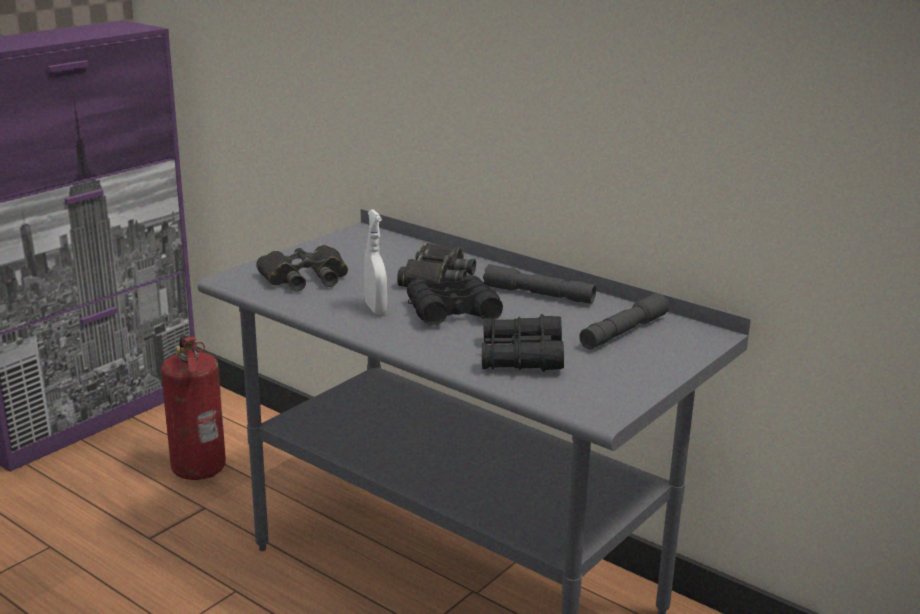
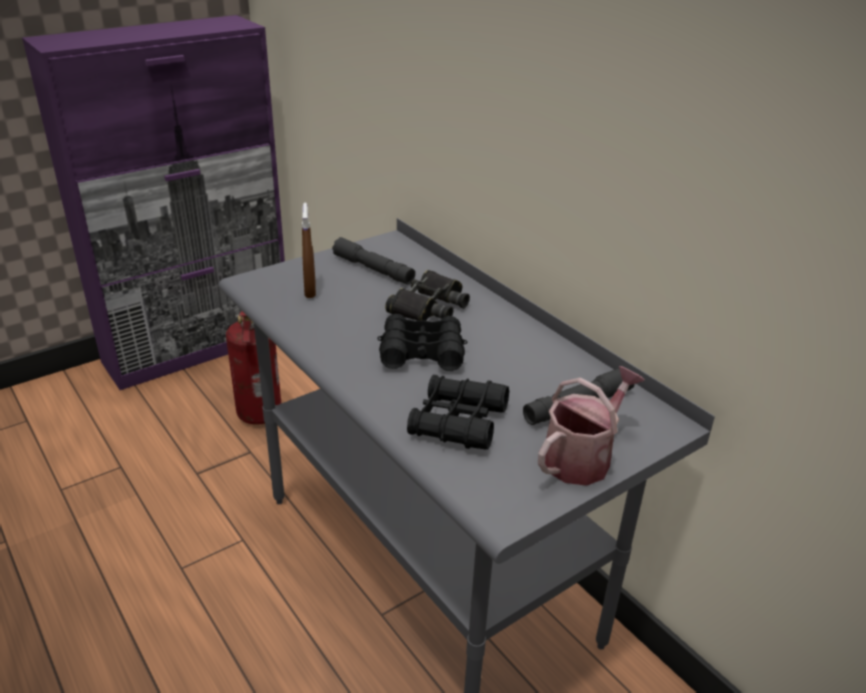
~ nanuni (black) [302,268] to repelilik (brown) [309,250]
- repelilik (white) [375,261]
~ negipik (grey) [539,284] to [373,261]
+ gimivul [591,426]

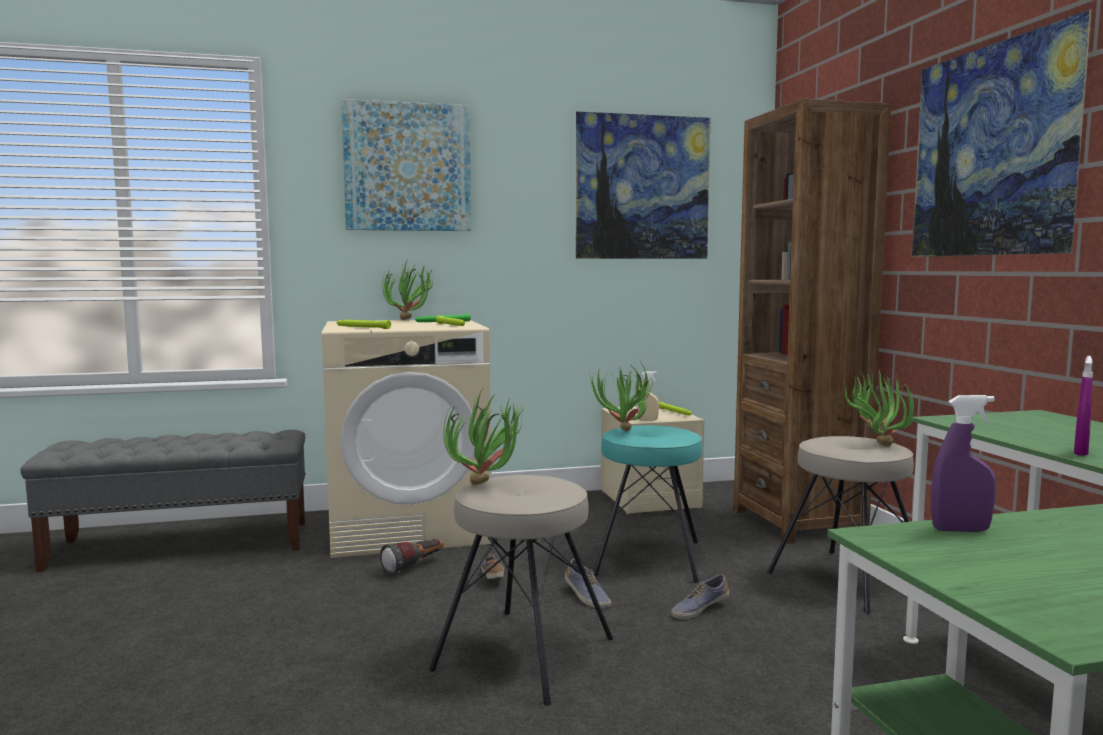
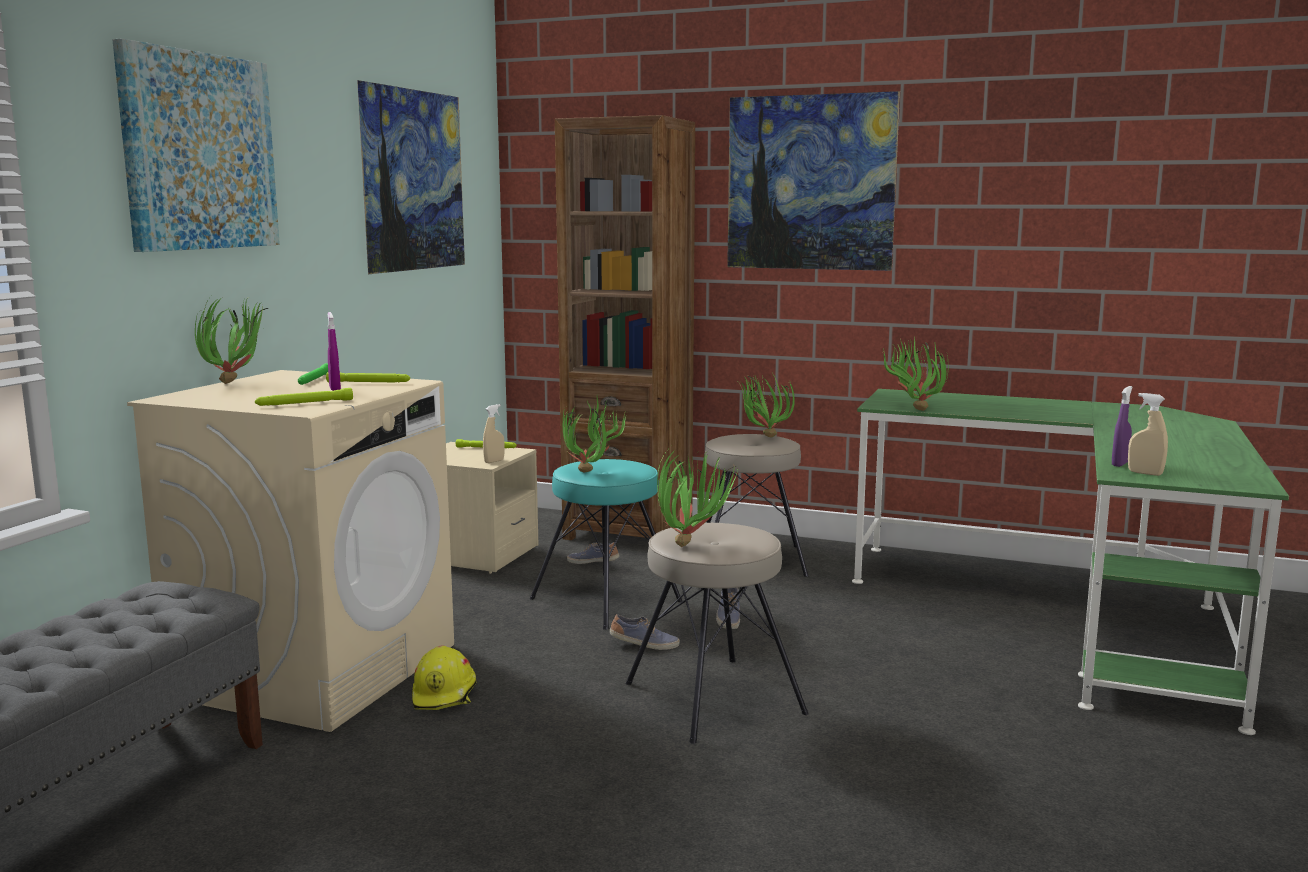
~ negipik [412,557] to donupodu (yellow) [444,678]
~ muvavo [492,566] to [593,553]
~ repelilik (purple) [1083,406] to [334,351]
+ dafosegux [915,374]
+ repelilik (beige) [1148,434]

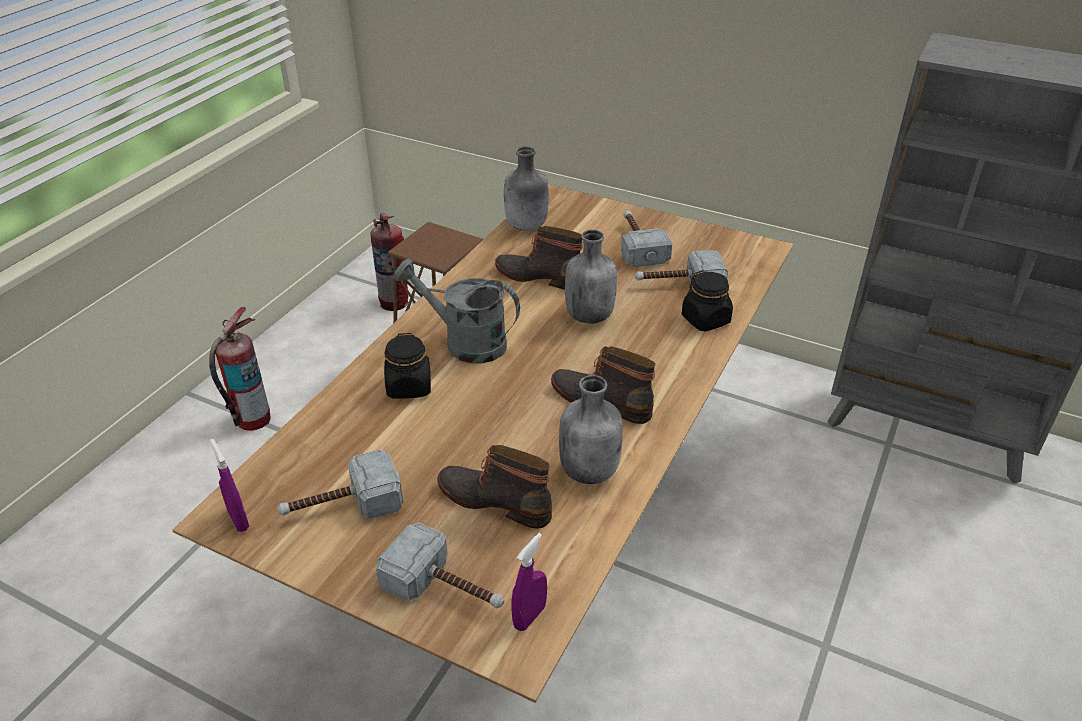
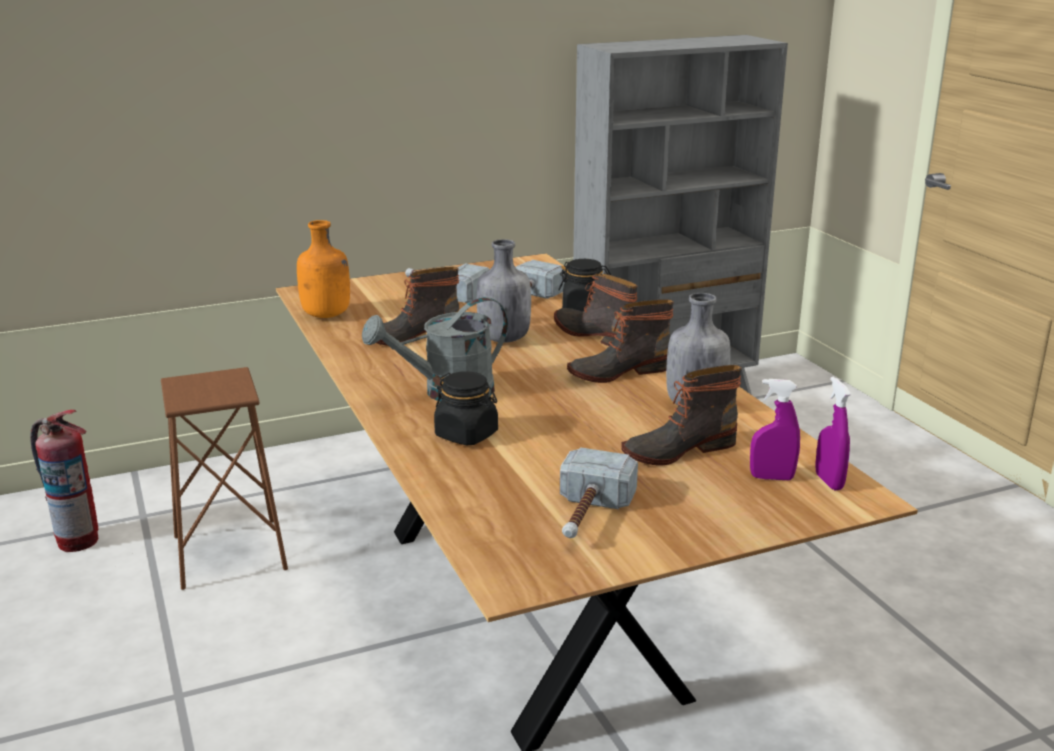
- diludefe [240,369]
~ repelilik (purple) [229,485] to [775,429]
- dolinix [440,565]
~ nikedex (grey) [526,188] to nikedex (orange) [323,269]
+ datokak [595,309]

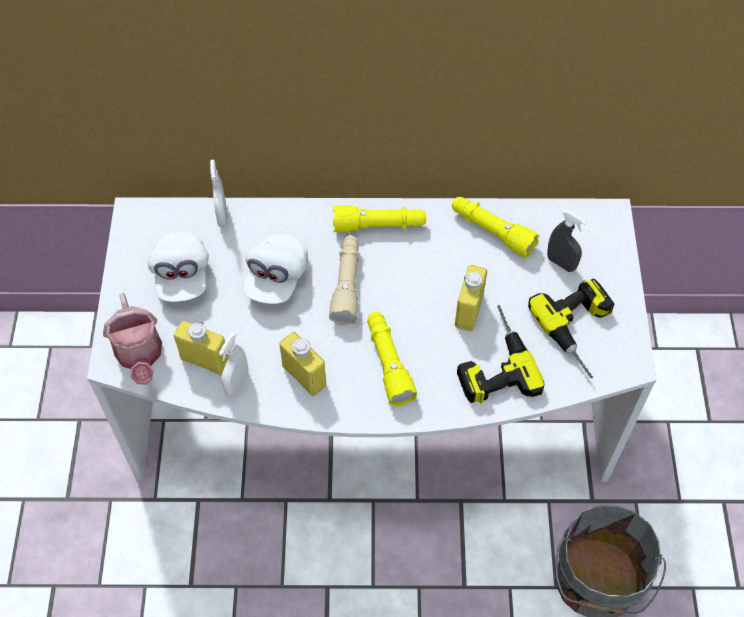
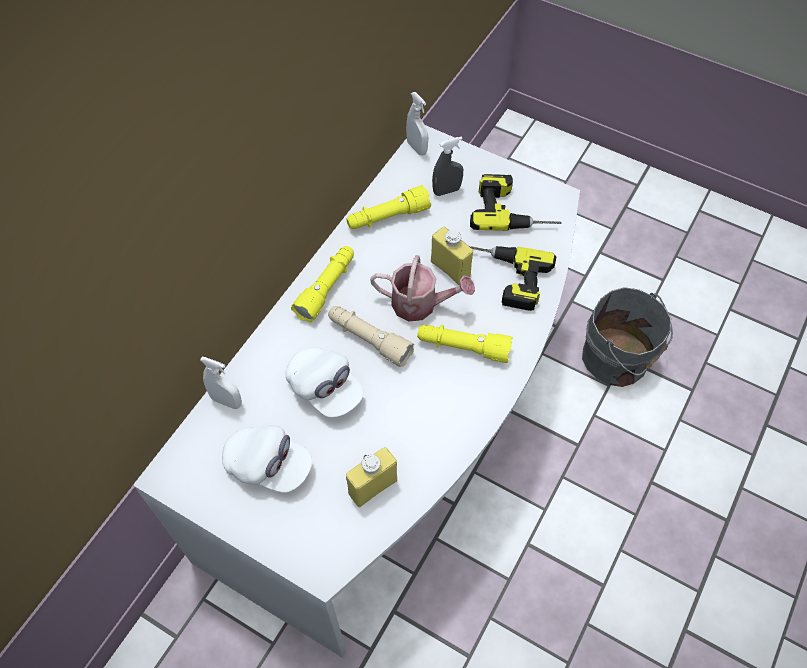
~ gimivul [132,339] to [422,288]
~ repelilik (white) [234,365] to [417,123]
- nikedex (yellow) [302,364]

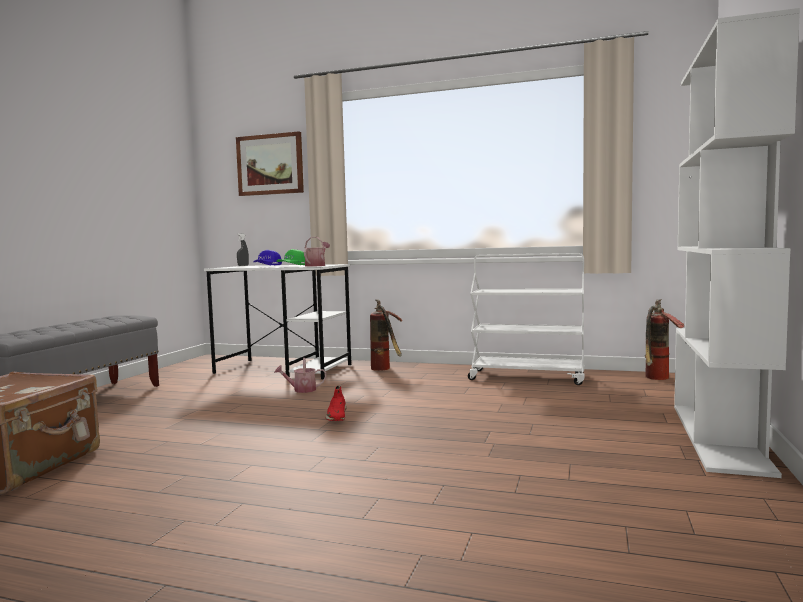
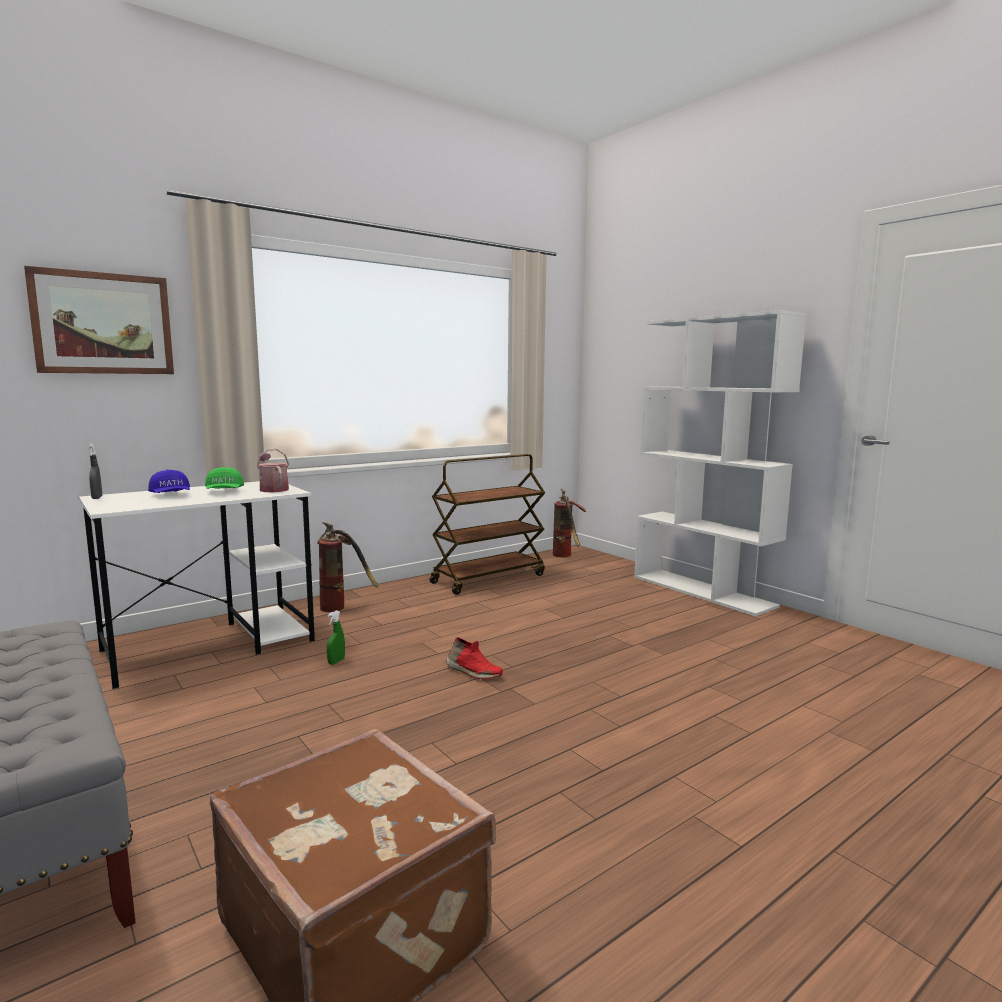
~ gimivul [300,375] to repelilik (green) [336,637]
~ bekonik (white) [526,319] to bekonik (brown) [487,524]

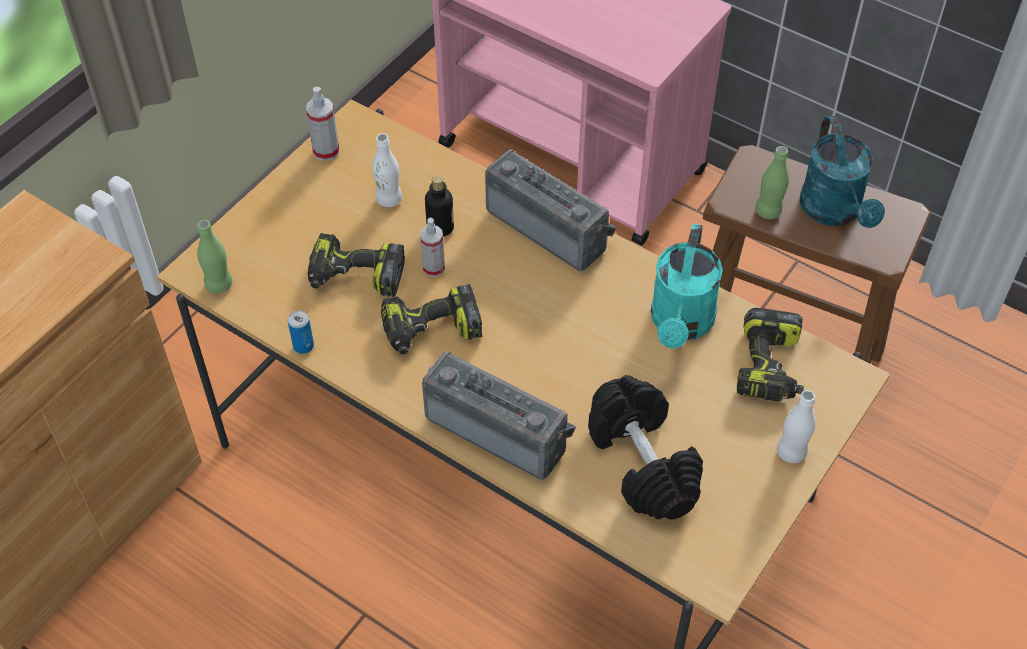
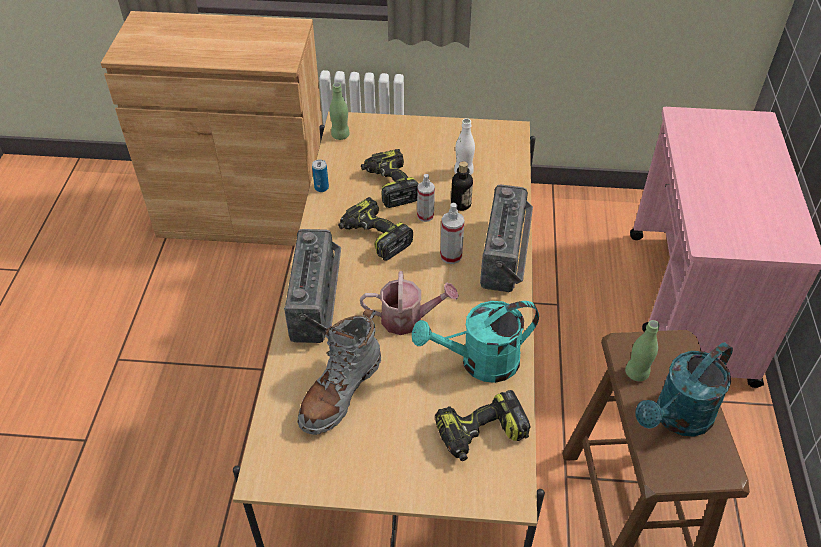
~ repelilik [322,124] to [452,233]
~ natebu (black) [645,447] to datokak (grey) [339,372]
- nikedex (white) [796,426]
+ gimivul [409,303]

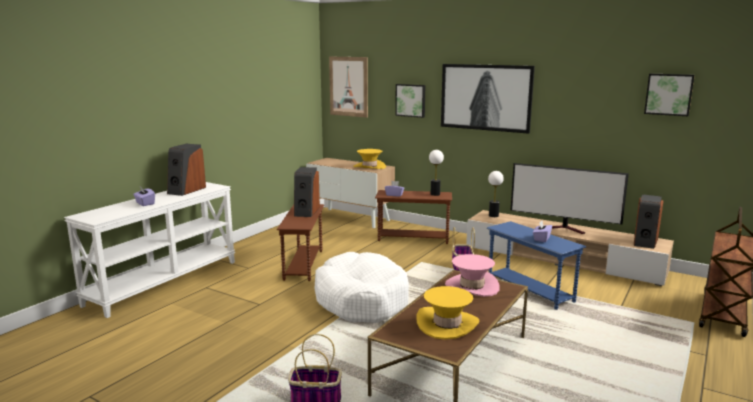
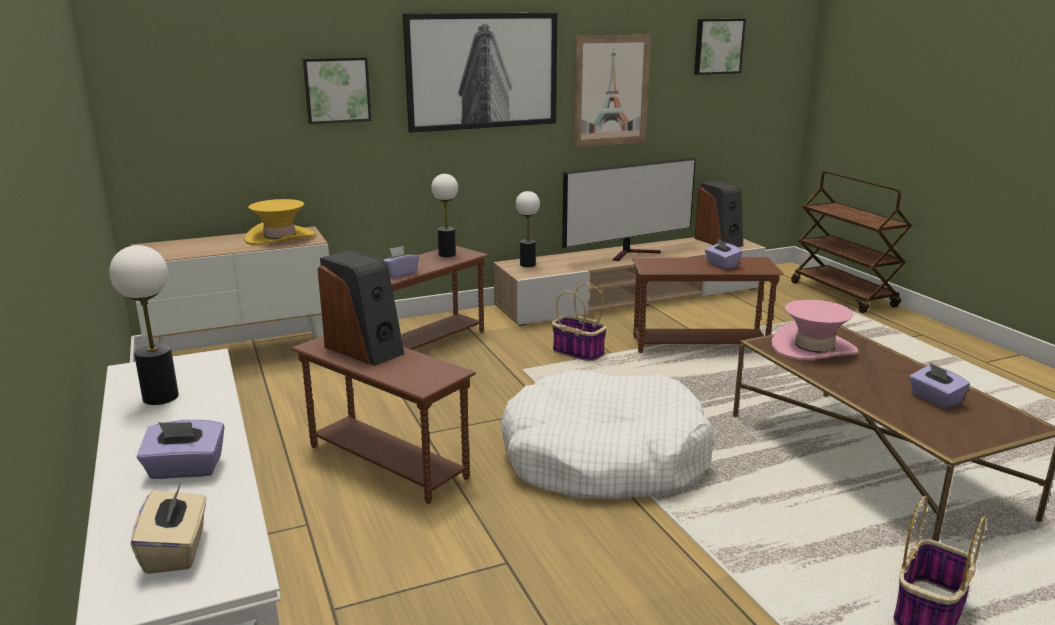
~ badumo [186,170] to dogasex [144,325]
~ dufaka [348,87] to [612,91]
~ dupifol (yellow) [447,313] to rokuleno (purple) [939,386]
~ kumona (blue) [536,265] to kumona (brown) [707,305]
+ rokuleno (beige) [168,528]

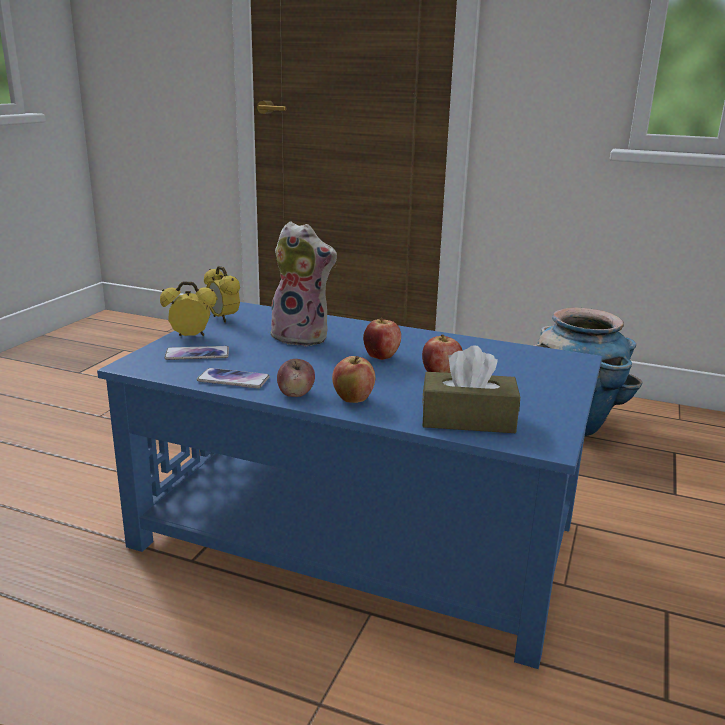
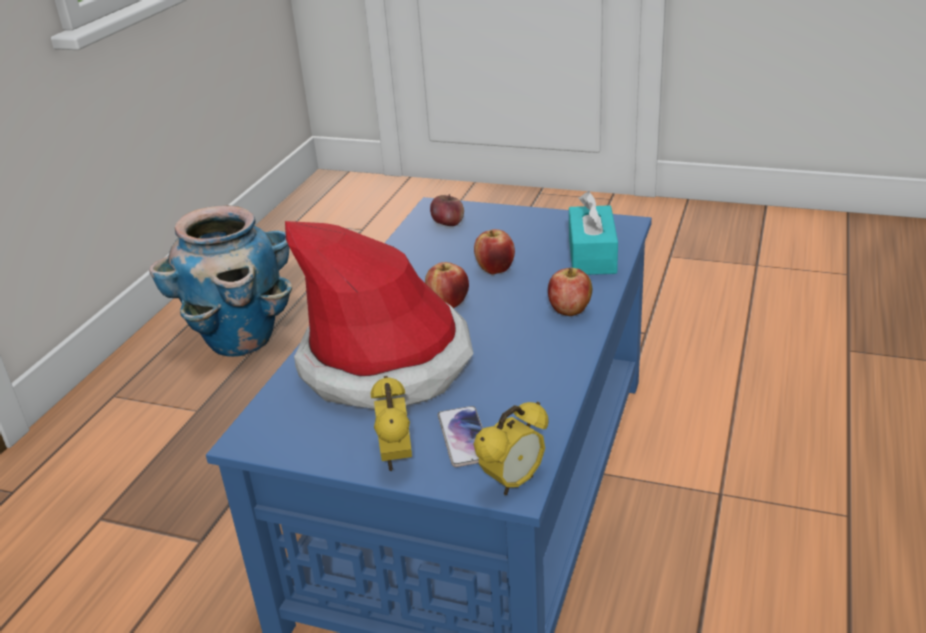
- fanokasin [233,378]
~ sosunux [222,294] to [511,448]
~ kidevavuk [301,283] to dupifol [379,315]
~ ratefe [296,378] to [447,210]
~ rokuleno (brown) [471,389] to rokuleno (turquoise) [593,233]

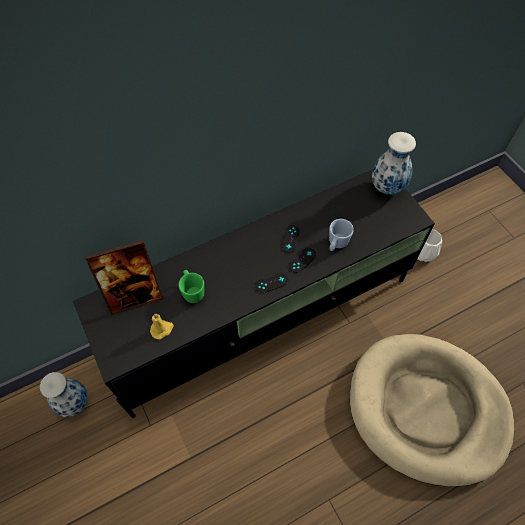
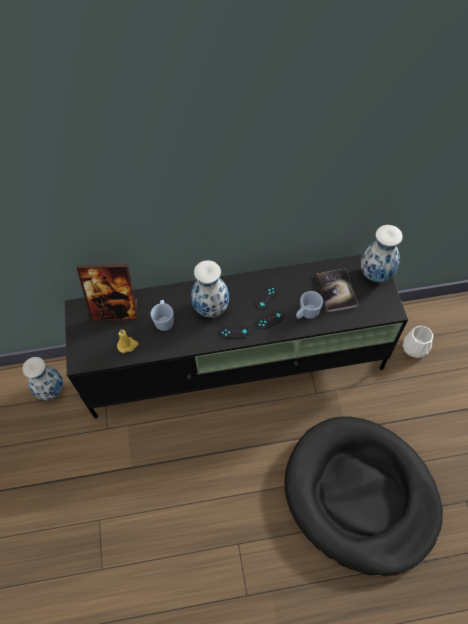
~ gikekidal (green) [191,286] to gikekidal (blue) [162,315]
~ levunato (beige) [432,410] to levunato (black) [364,496]
+ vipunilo [210,289]
+ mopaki [337,290]

